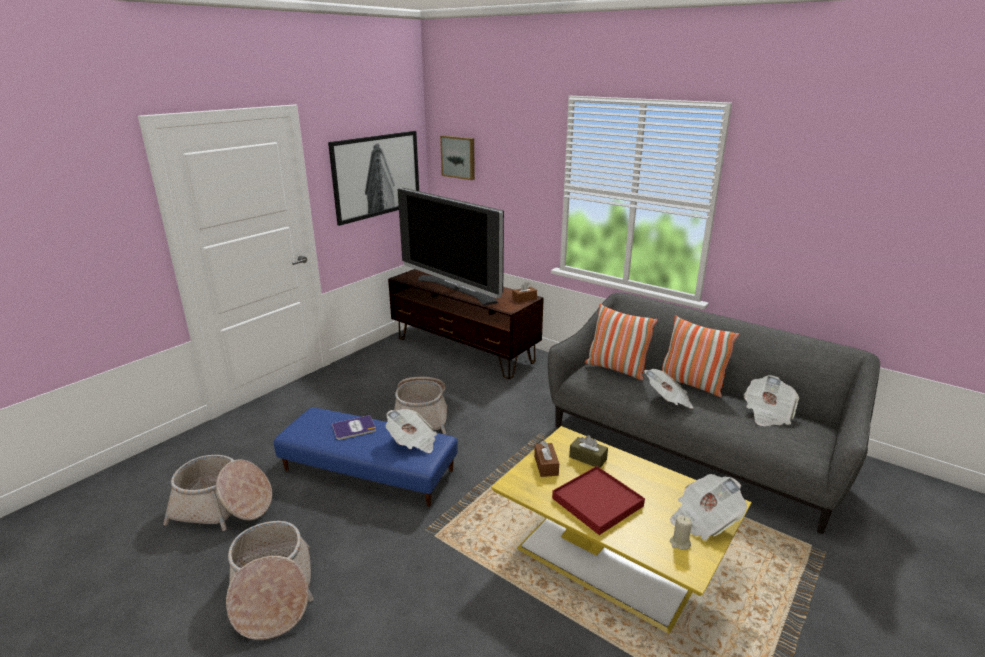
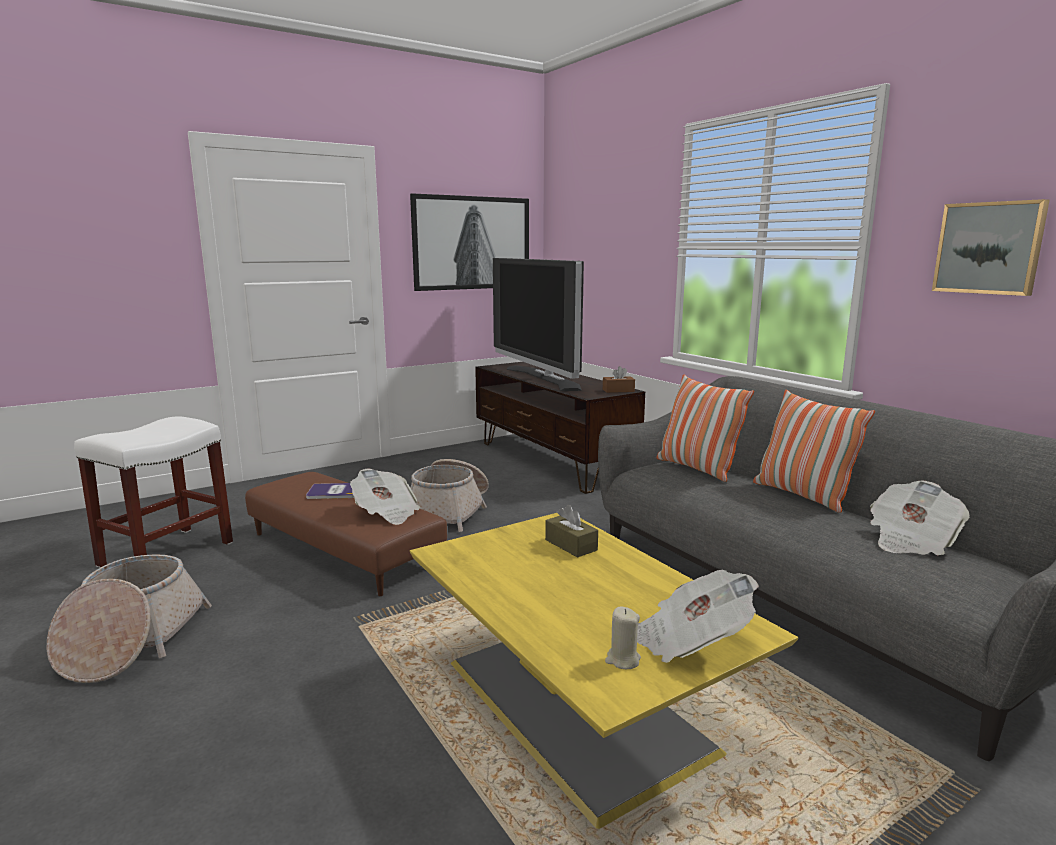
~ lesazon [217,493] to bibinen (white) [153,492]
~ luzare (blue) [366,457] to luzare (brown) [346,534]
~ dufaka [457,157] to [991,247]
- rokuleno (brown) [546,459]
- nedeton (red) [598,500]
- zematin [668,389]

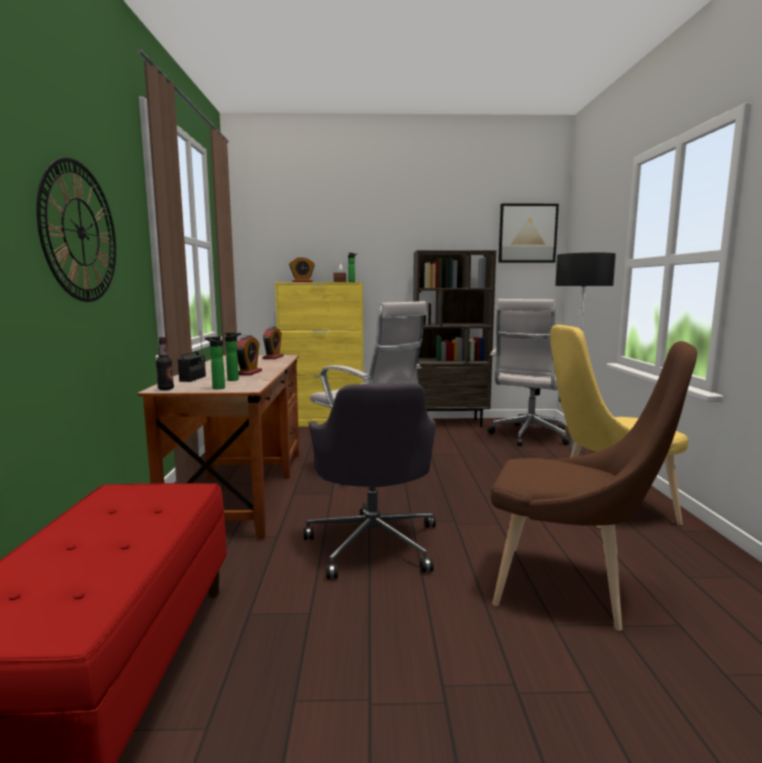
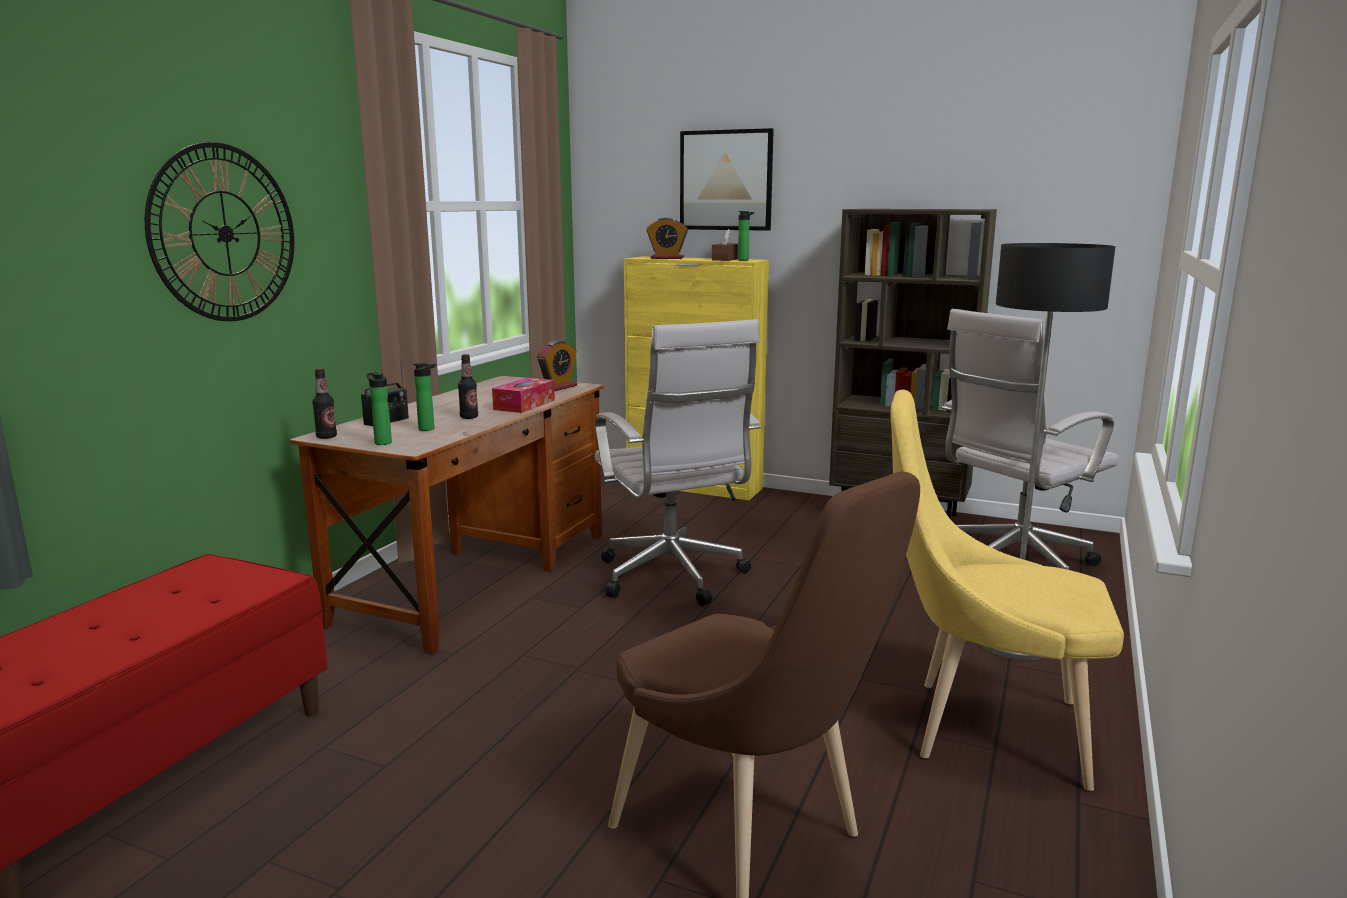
~ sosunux [249,355] to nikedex [468,386]
- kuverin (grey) [370,481]
~ dufaka [528,233] to [727,179]
+ rokuleno [523,395]

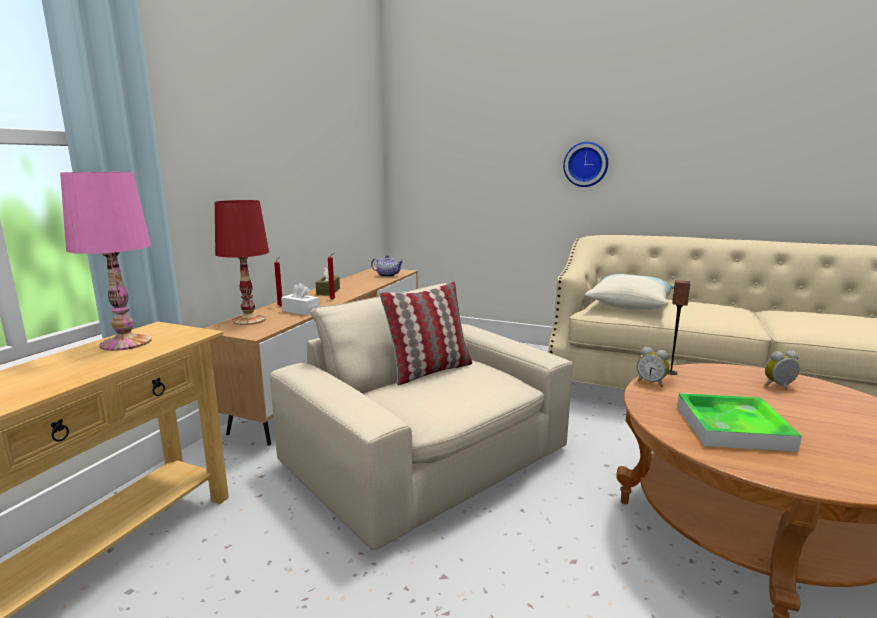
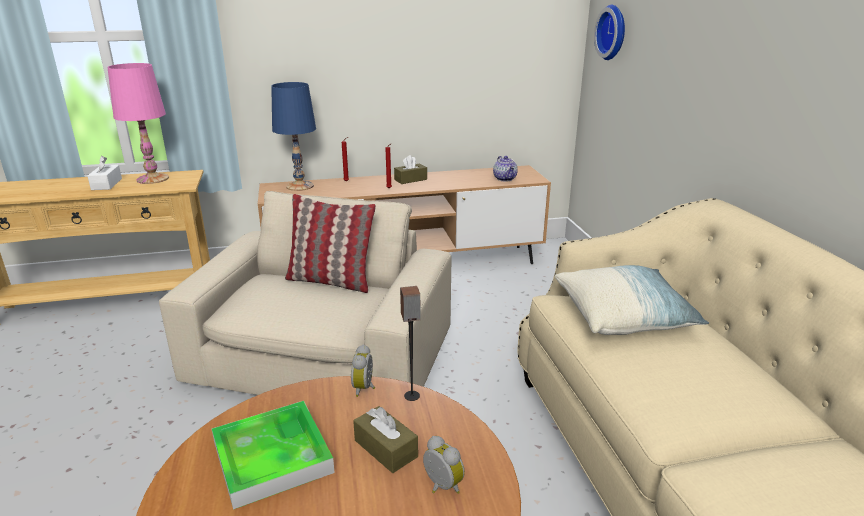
~ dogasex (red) [242,262] to dogasex (blue) [293,136]
~ rokuleno (white) [300,299] to [104,173]
~ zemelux [585,164] to [609,32]
+ rokuleno (brown) [385,439]

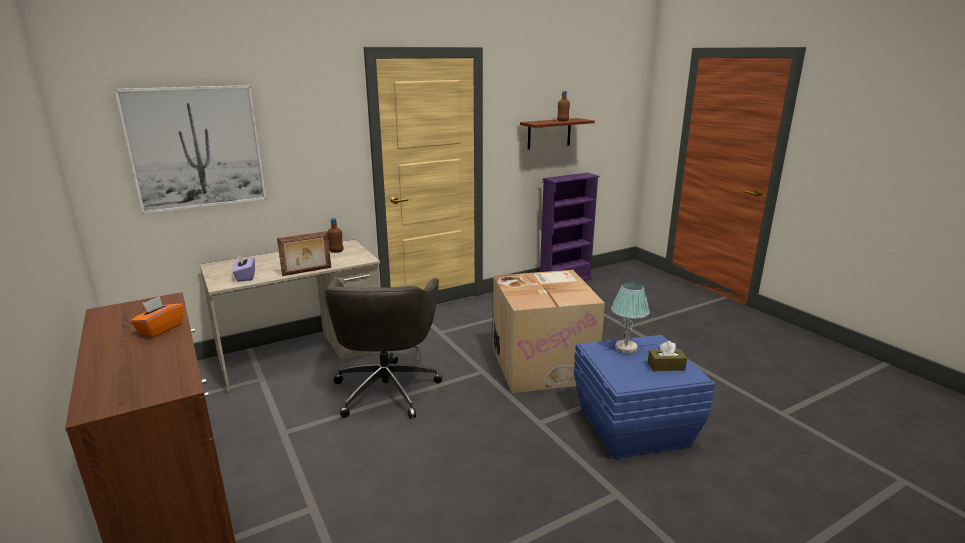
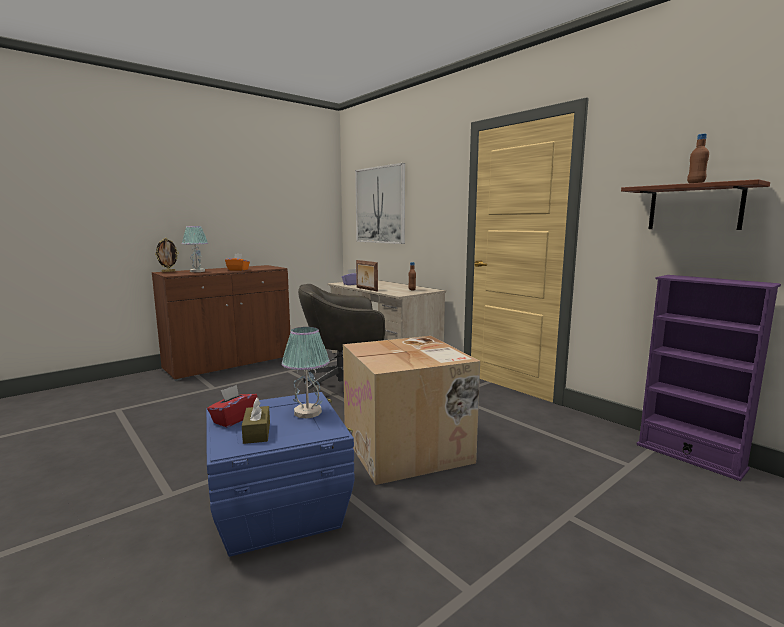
+ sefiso [167,255]
+ dogasex [195,249]
+ rokuleno (red) [232,406]

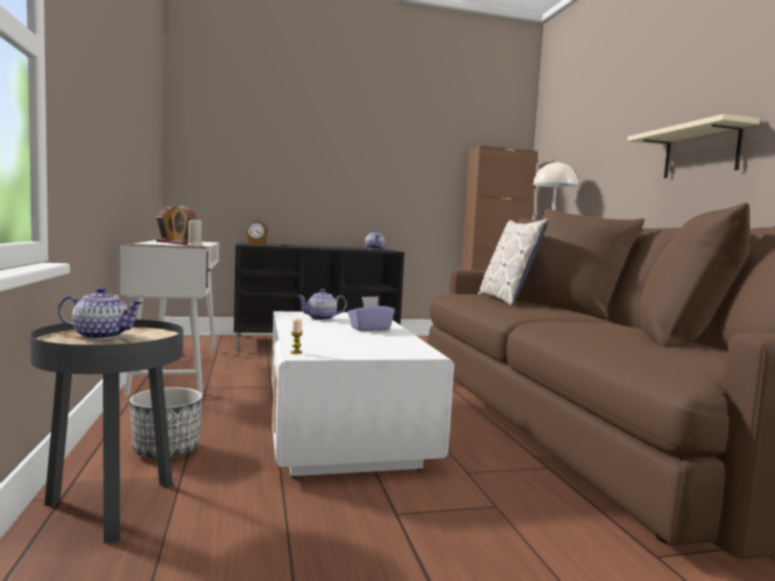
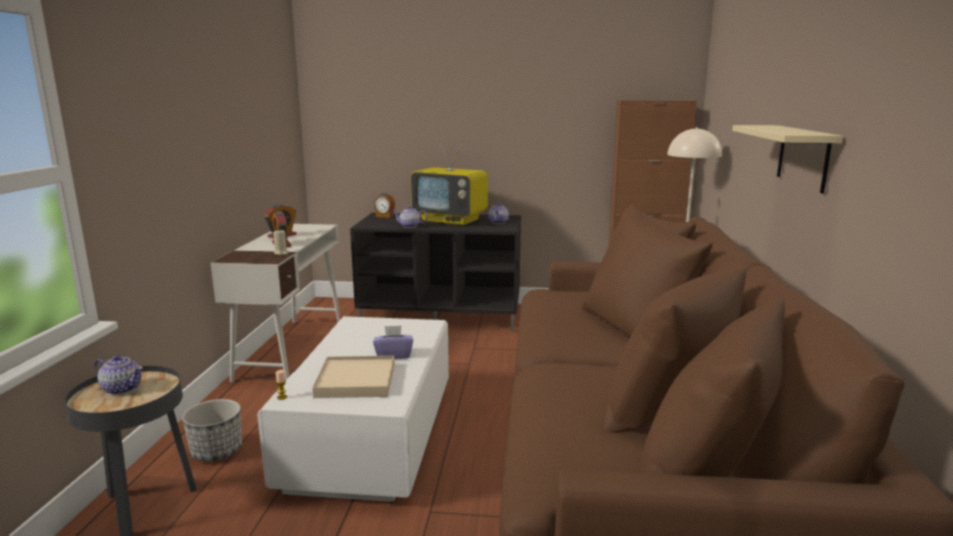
~ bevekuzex [322,304] to [410,217]
- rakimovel [513,262]
+ nedeton (beige) [353,377]
+ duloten [449,182]

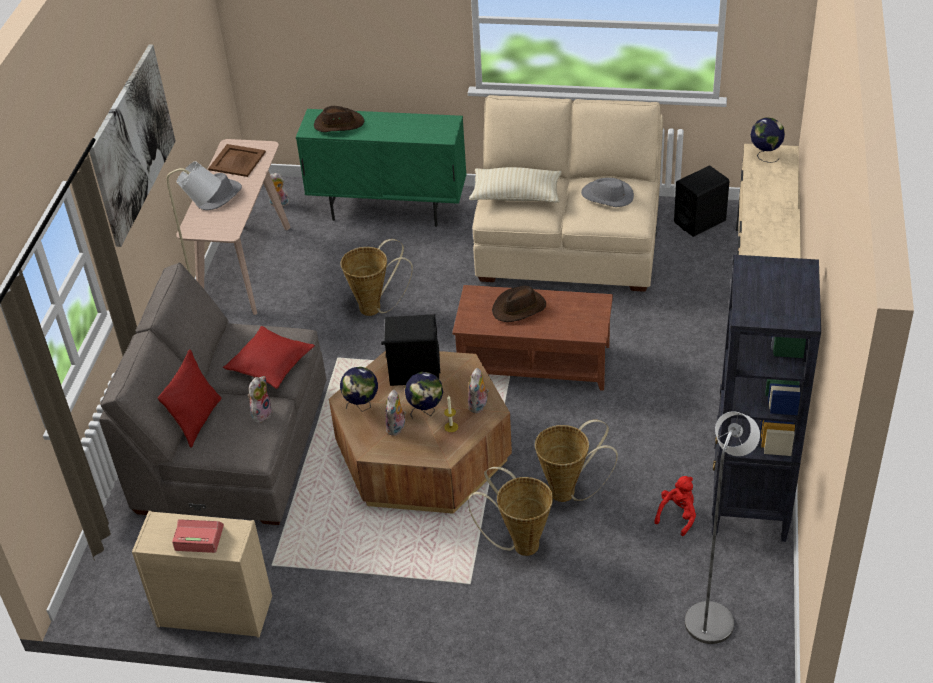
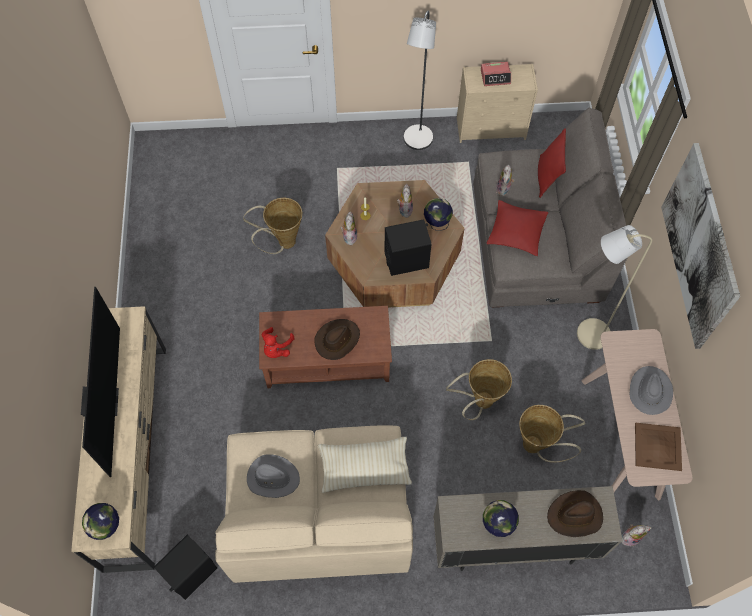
~ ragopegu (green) [381,168] to ragopegu (beige) [528,528]
~ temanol [424,395] to [501,518]
~ lesazon [510,511] to [552,434]
~ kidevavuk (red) [675,506] to [278,342]
~ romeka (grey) [722,527] to [420,80]
- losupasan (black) [766,398]
+ duloten [100,382]

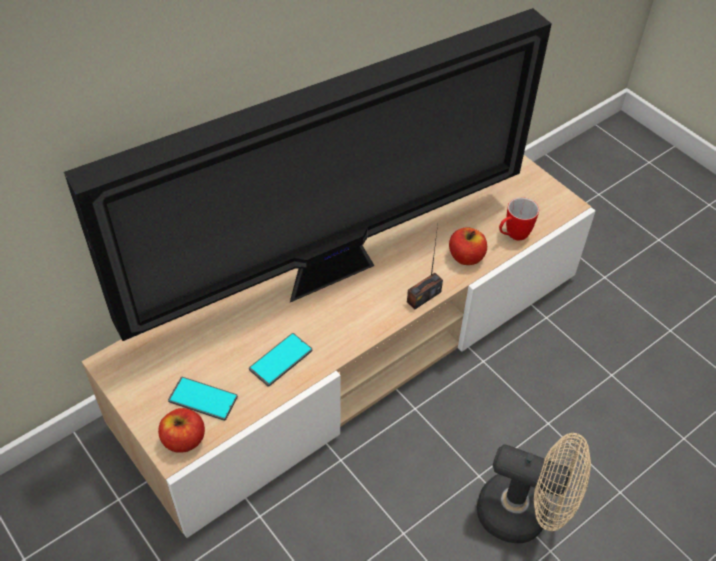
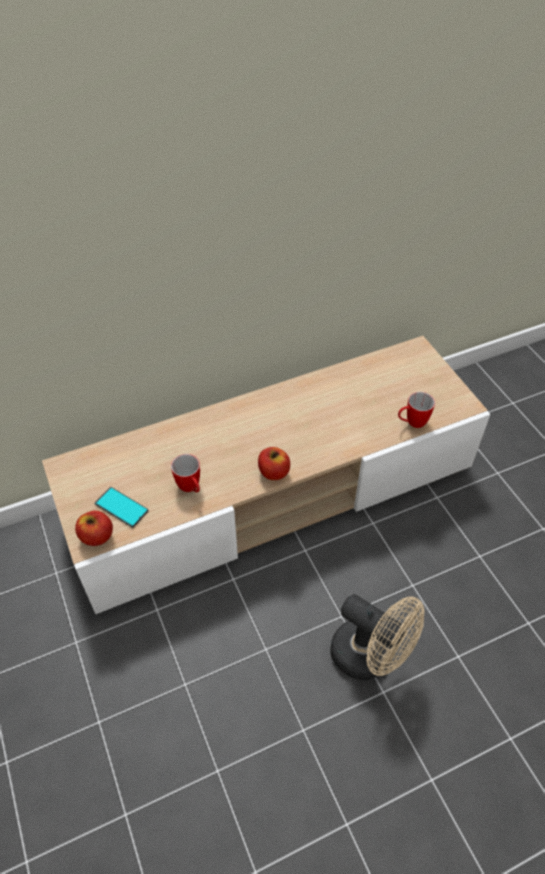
- duloten [308,174]
~ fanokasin [280,360] to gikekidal [185,473]
- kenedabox [425,267]
~ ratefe [468,246] to [274,463]

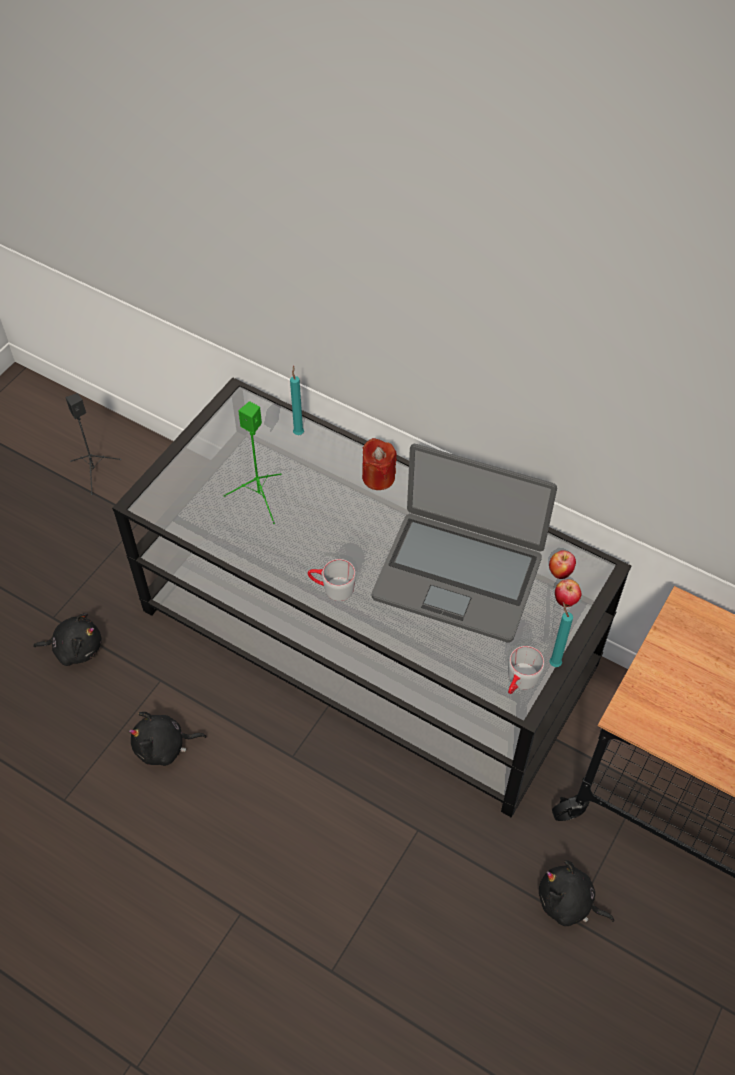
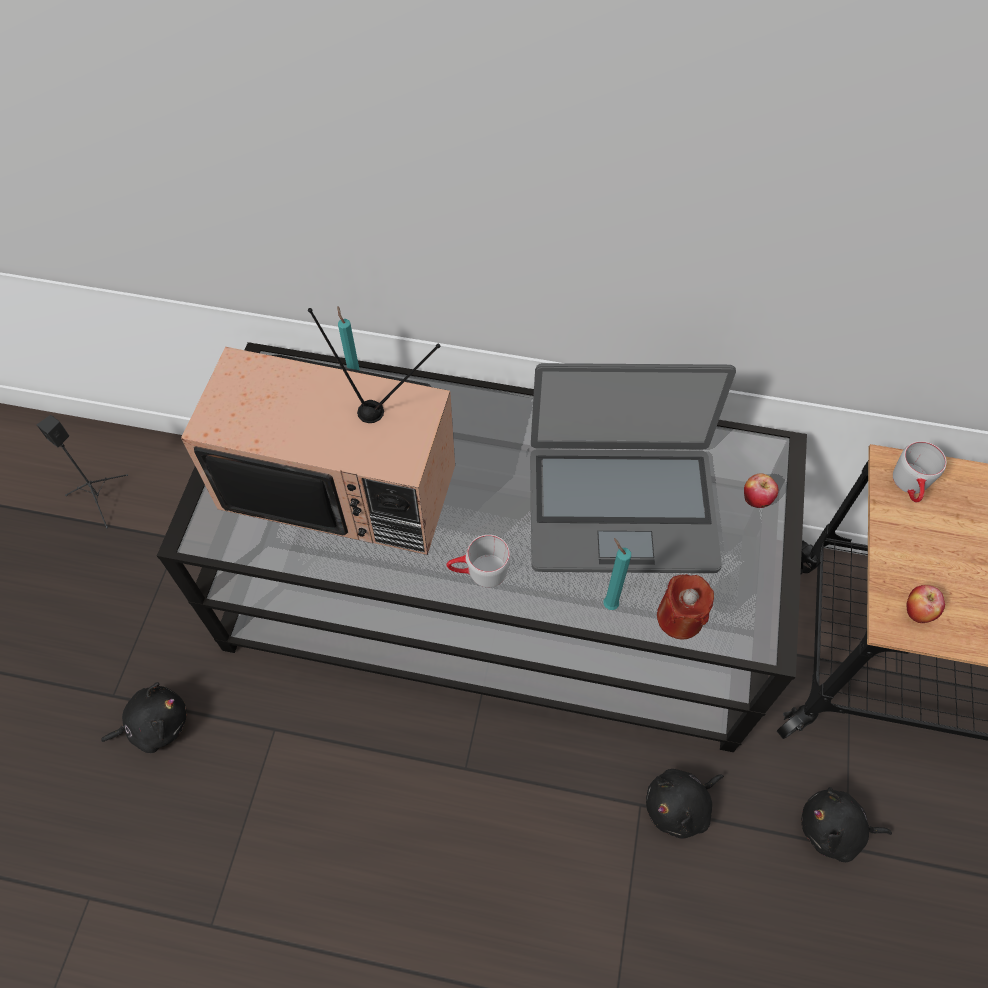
~ kidevavuk (black) [168,739] to [685,804]
~ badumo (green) [252,462] to duloten [318,431]
~ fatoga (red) [379,464] to [685,607]
~ gikekidal (grey) [526,670] to [919,472]
~ ratefe [562,564] to [926,604]
~ fatoga (turquoise) [561,634] to [617,574]

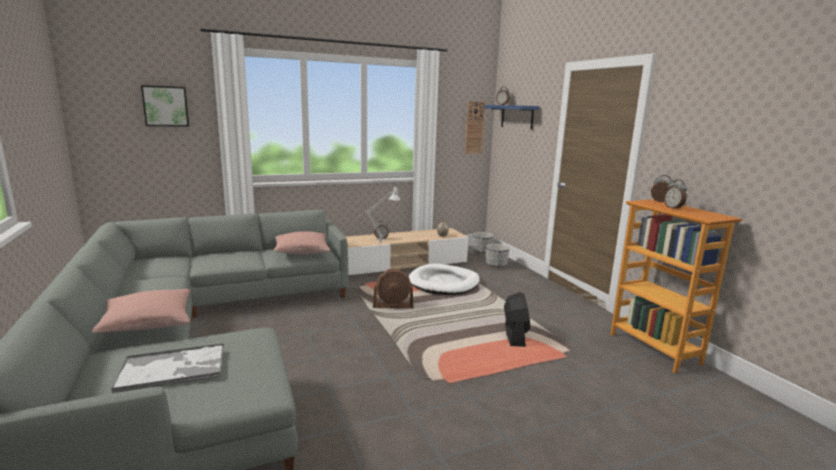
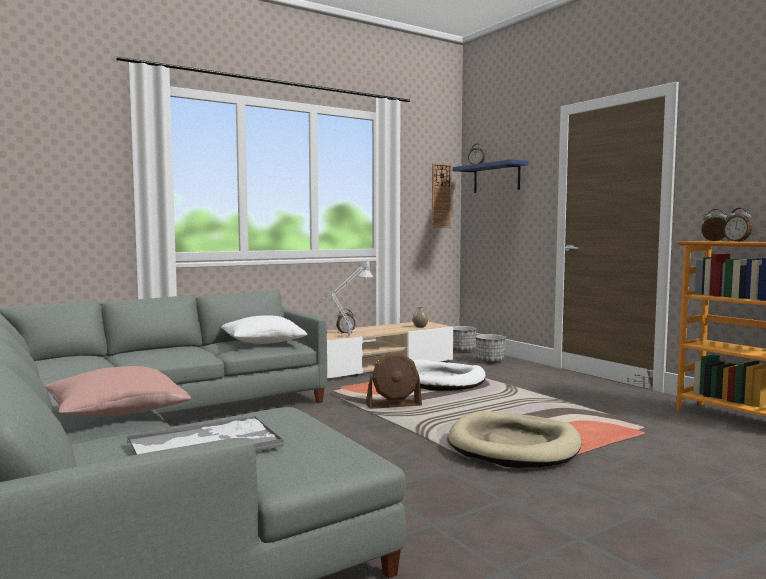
- dufaka [165,106]
~ rakimovel (pink) [302,242] to rakimovel (white) [264,329]
- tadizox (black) [517,319]
+ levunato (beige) [514,439]

